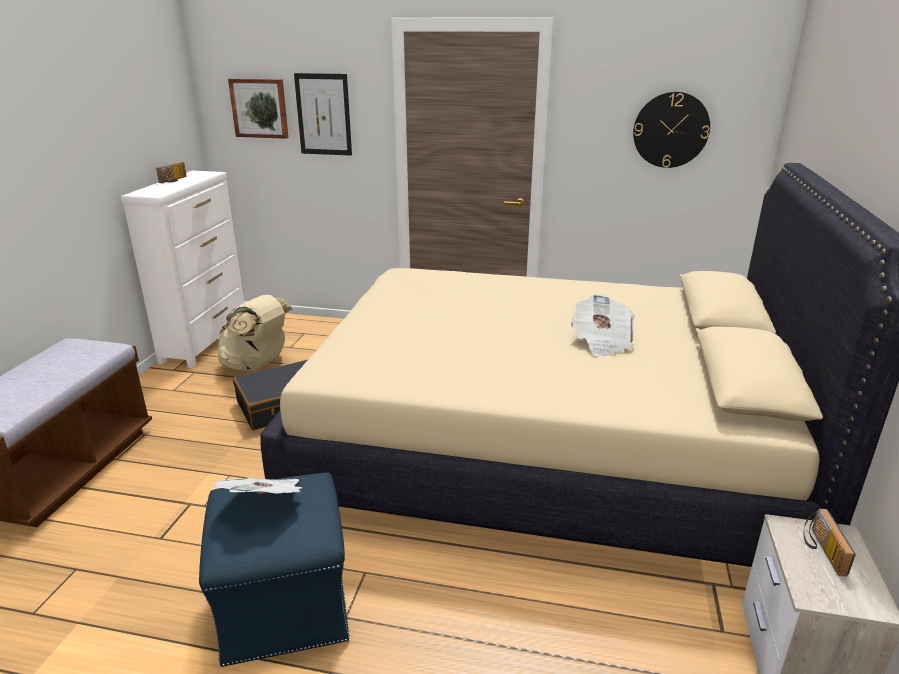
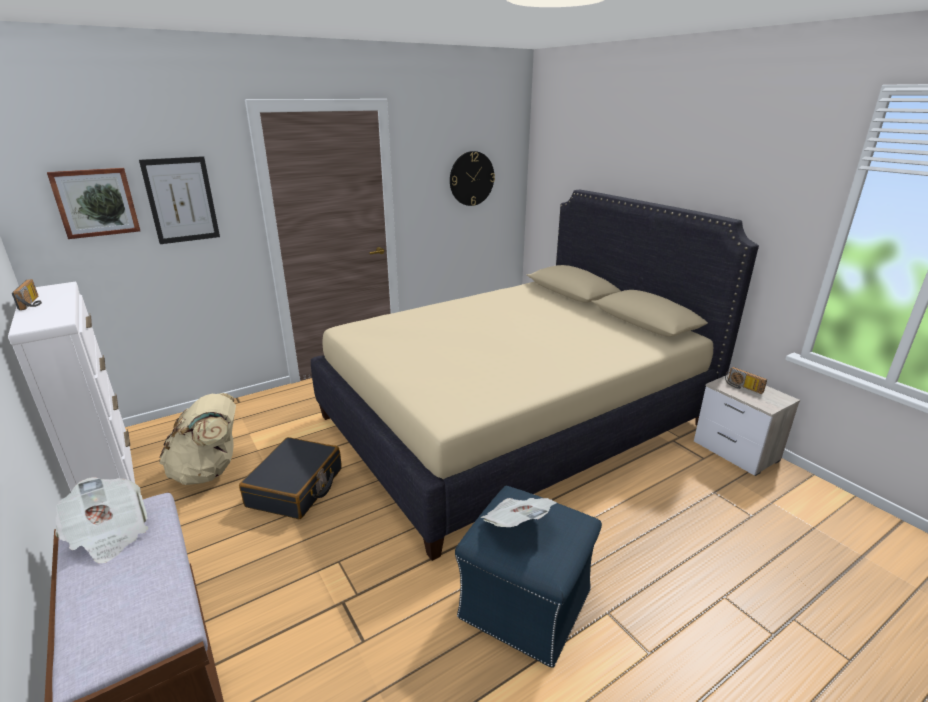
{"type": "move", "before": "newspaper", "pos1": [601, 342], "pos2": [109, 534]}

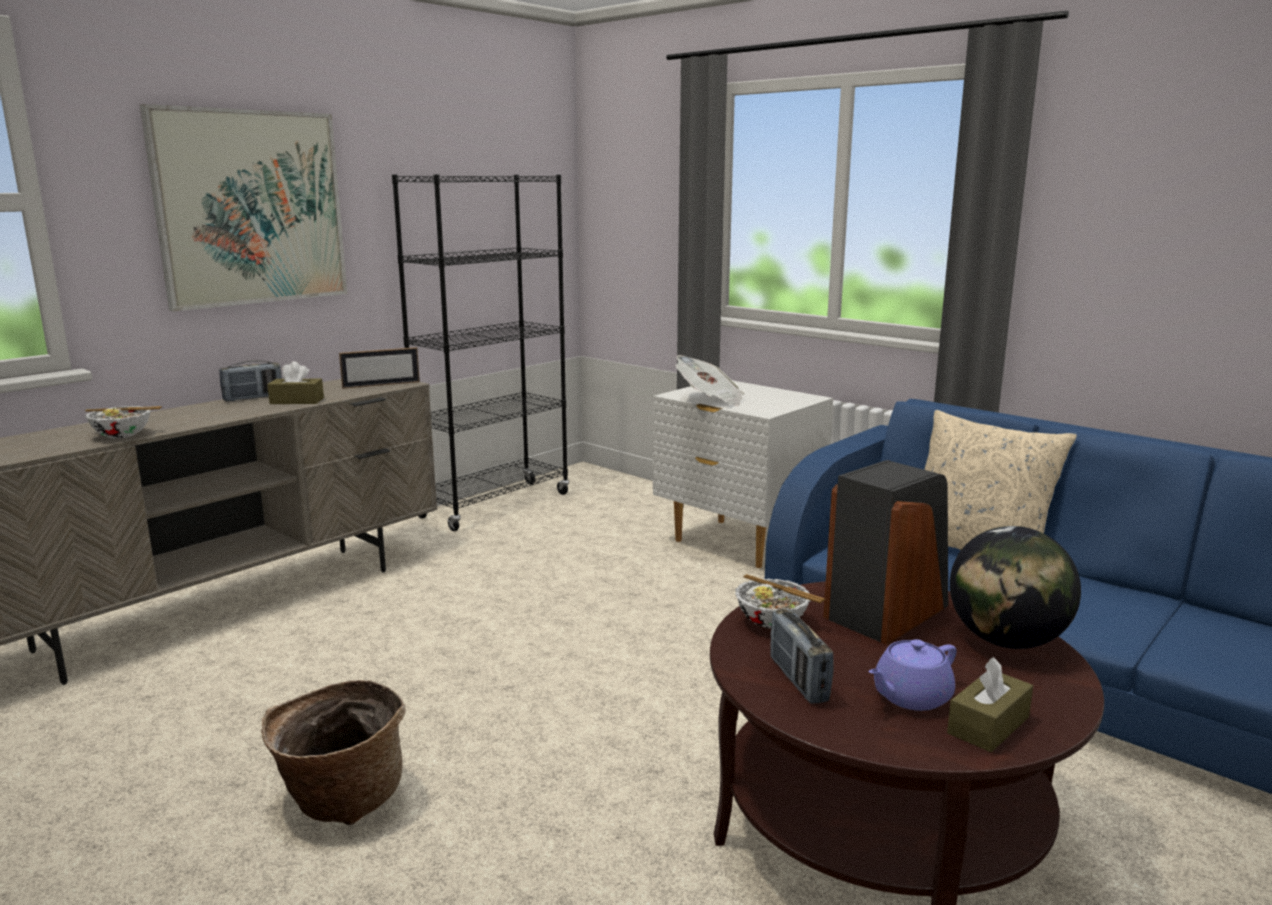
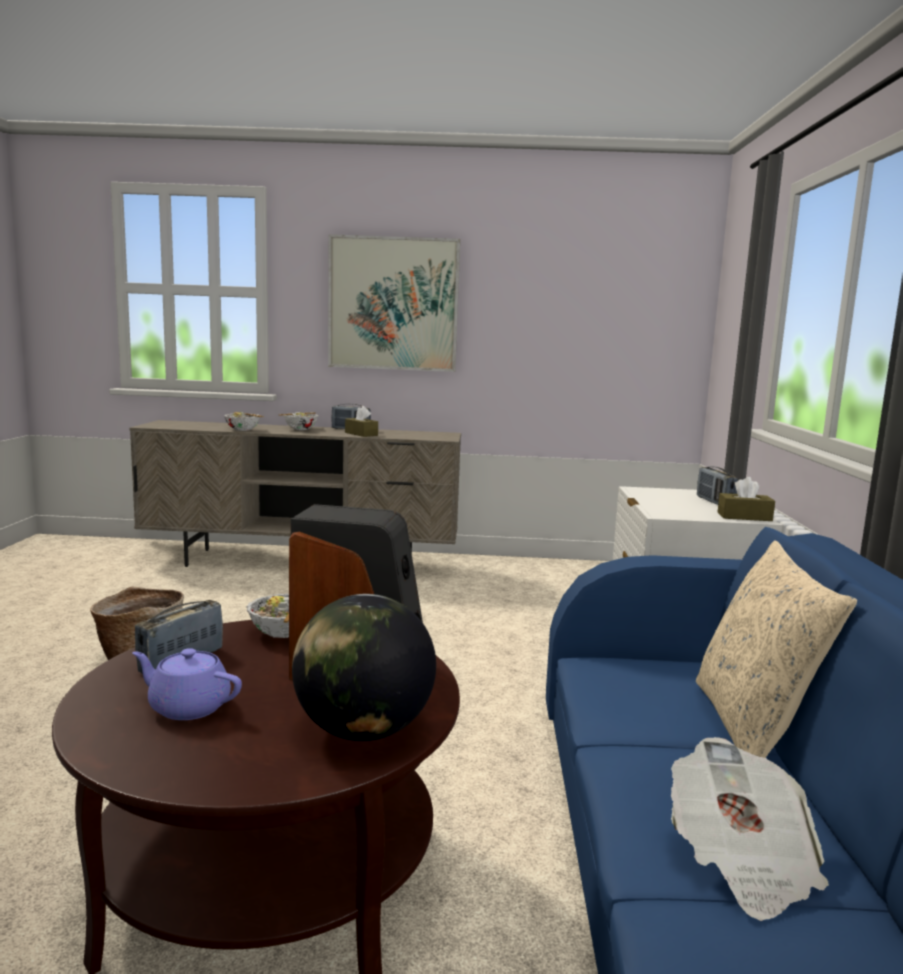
{"type": "delete", "before": "picture frame", "pos1": [381, 385]}
{"type": "delete", "before": "black bookcase", "pos1": [494, 505]}
{"type": "insert", "after": "bowl", "pos2": [300, 429]}
{"type": "insert", "after": "radio", "pos2": [714, 502]}
{"type": "move", "before": "newspaper", "pos1": [710, 400], "pos2": [741, 861]}
{"type": "move", "before": "brown tissue box", "pos1": [988, 725], "pos2": [744, 517]}

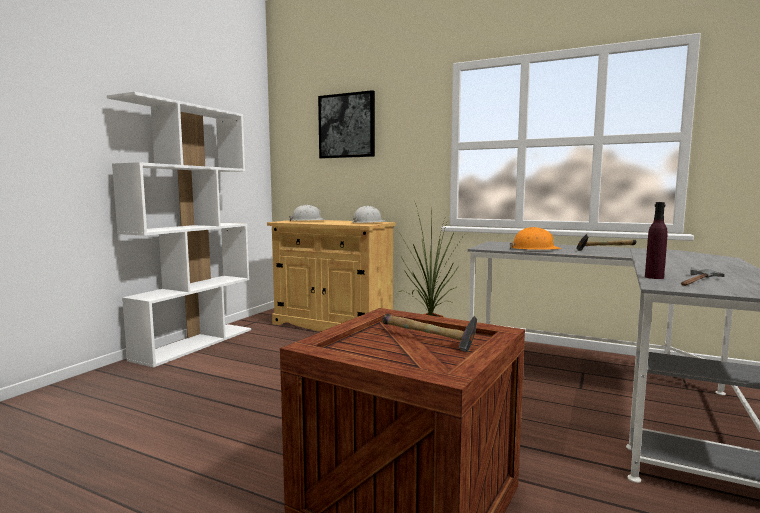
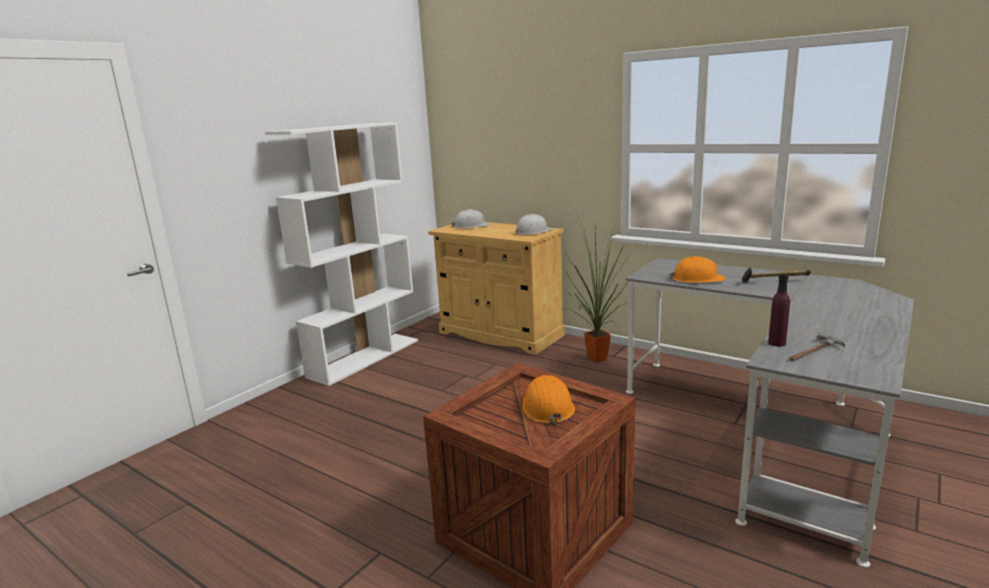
{"type": "delete", "before": "picture", "pos1": [347, 126]}
{"type": "replace", "before": "hammer", "after": "orange hard hat", "pos1": [428, 340], "pos2": [547, 407]}

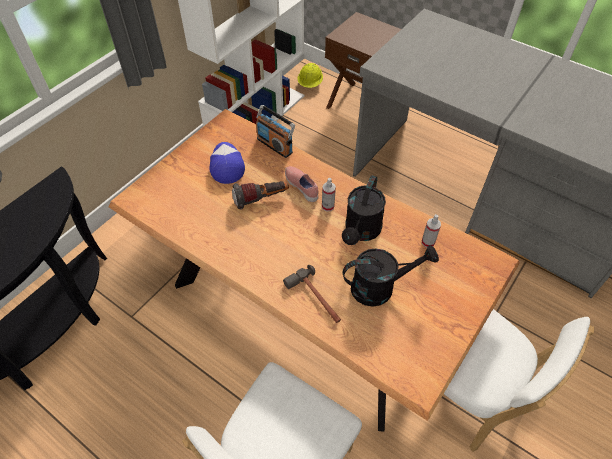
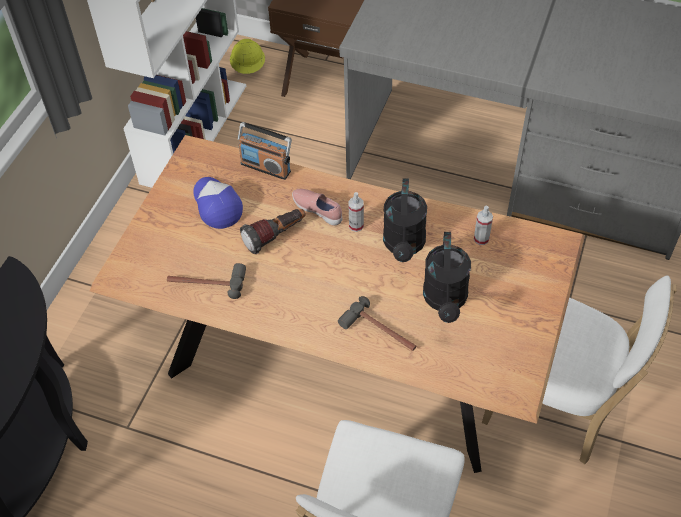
{"type": "insert", "after": "hammer", "pos2": [206, 283]}
{"type": "rotate", "before": "black watering can", "pos1": [380, 287], "pos2": [445, 301], "turn": 120}

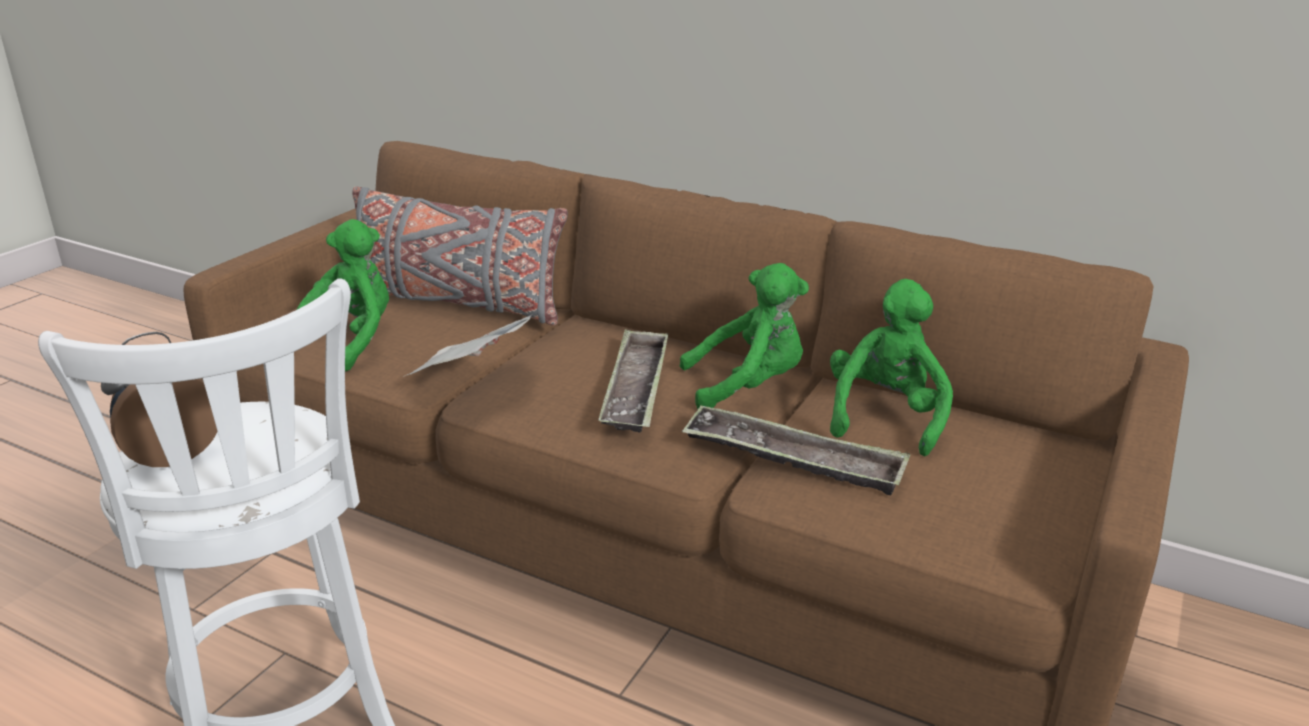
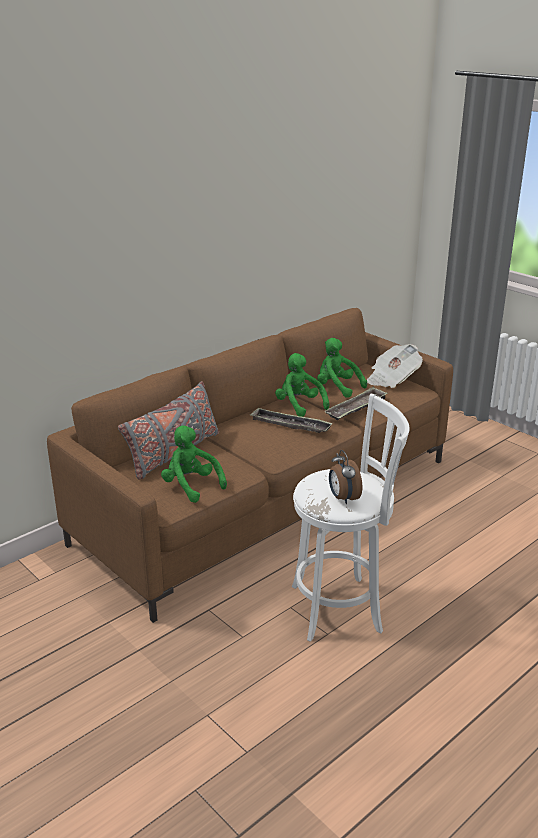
{"type": "move", "before": "newspaper", "pos1": [472, 377], "pos2": [392, 379]}
{"type": "rotate", "before": "green plush toy", "pos1": [748, 386], "pos2": [299, 405], "turn": -45}

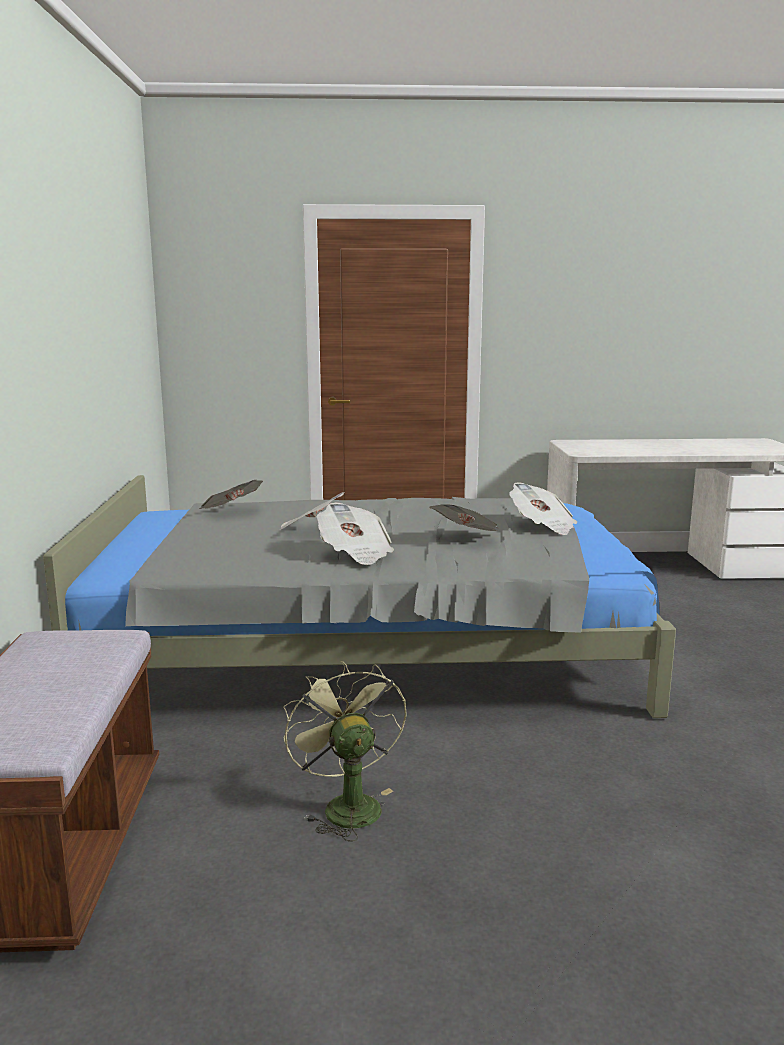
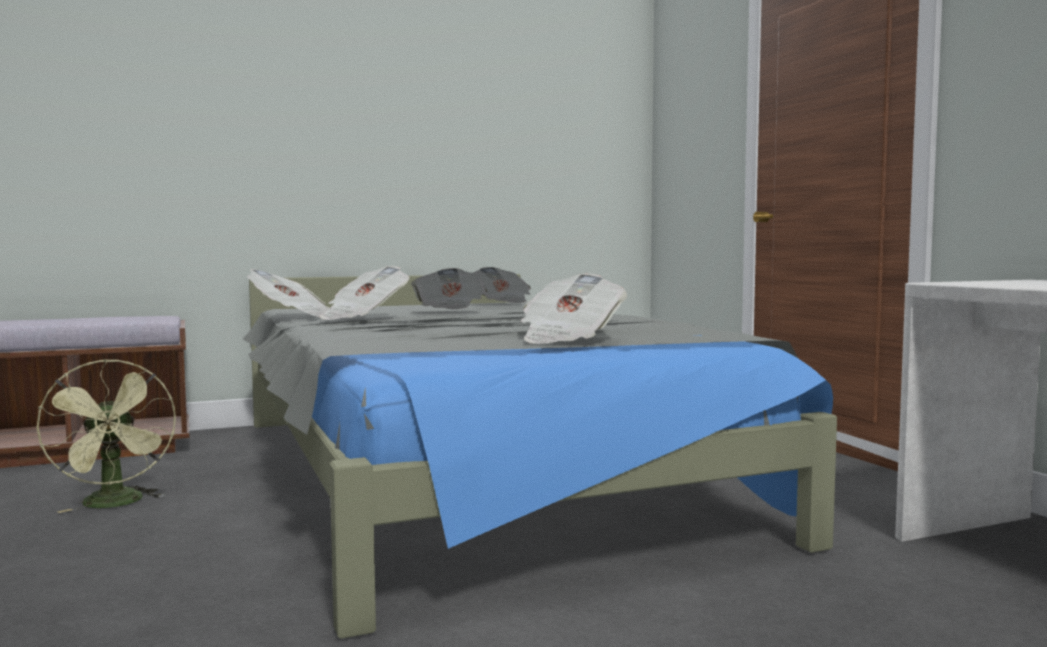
{"type": "move", "before": "newspaper", "pos1": [466, 537], "pos2": [292, 316]}
{"type": "rotate", "before": "green fan", "pos1": [346, 805], "pos2": [115, 504], "turn": 105}

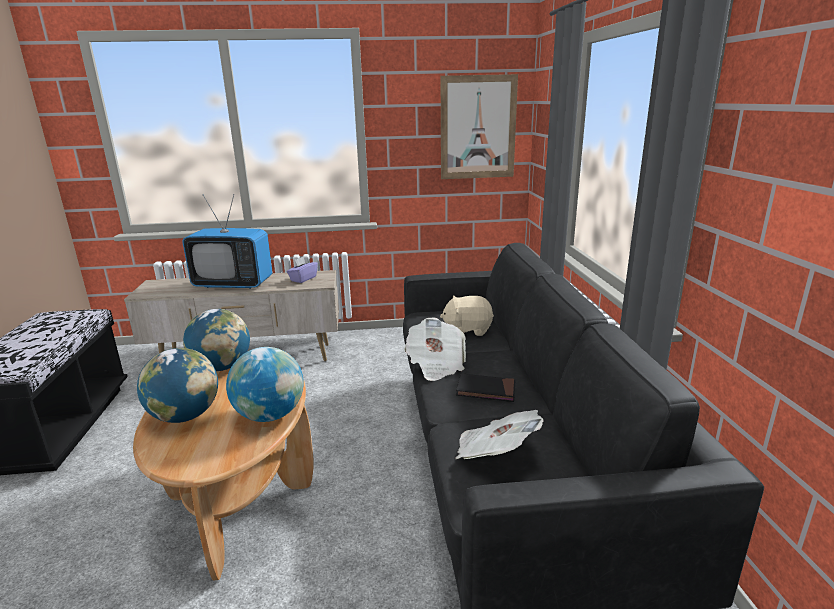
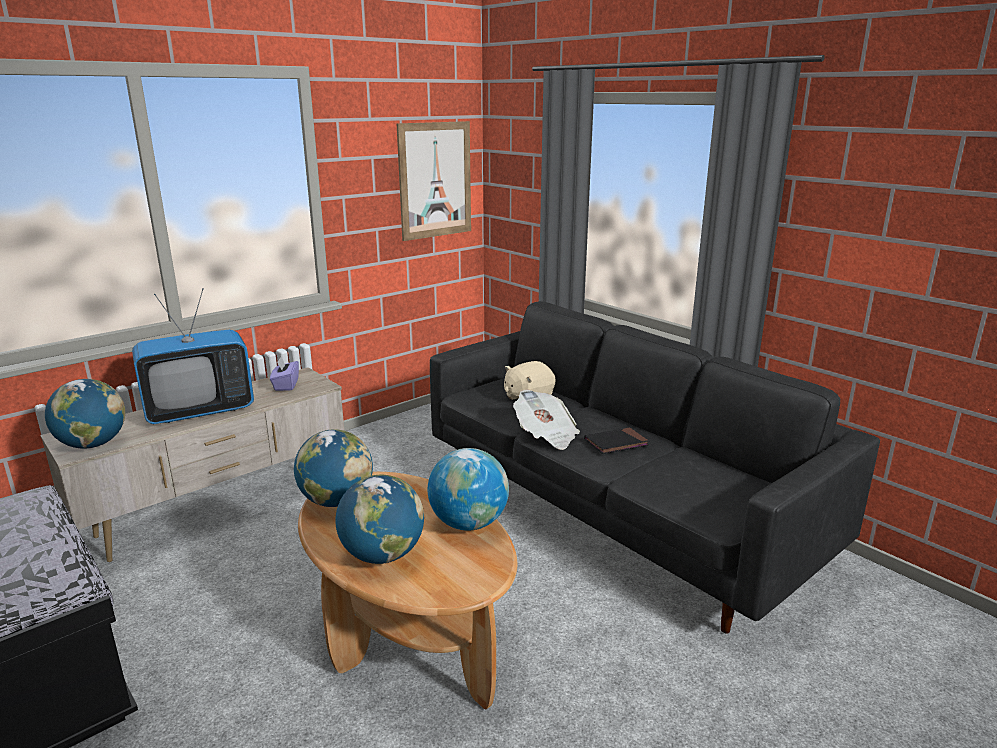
{"type": "delete", "before": "newspaper", "pos1": [495, 453]}
{"type": "insert", "after": "globe", "pos2": [93, 444]}

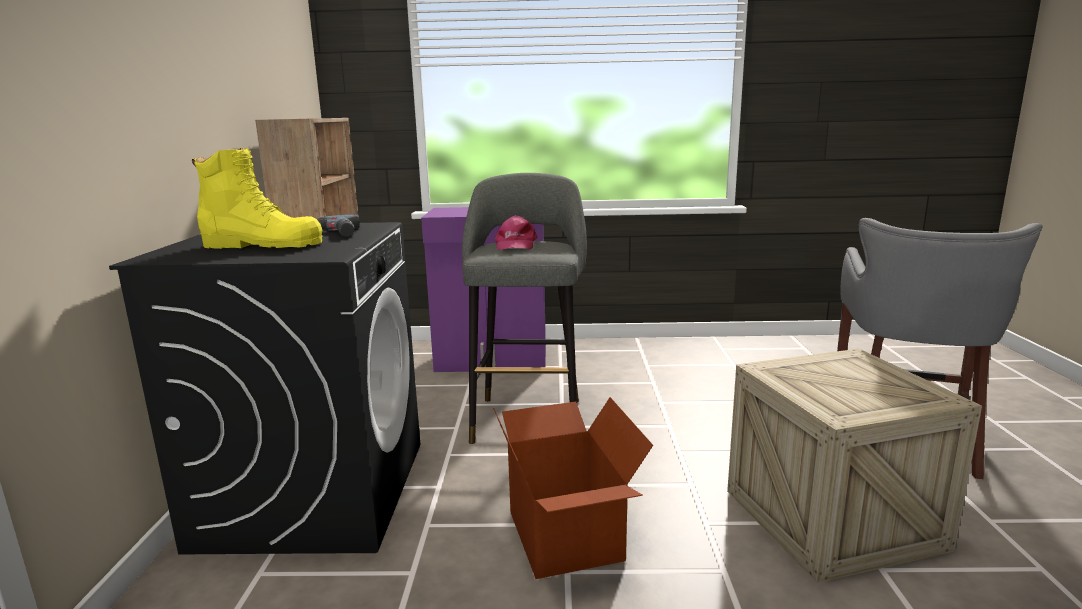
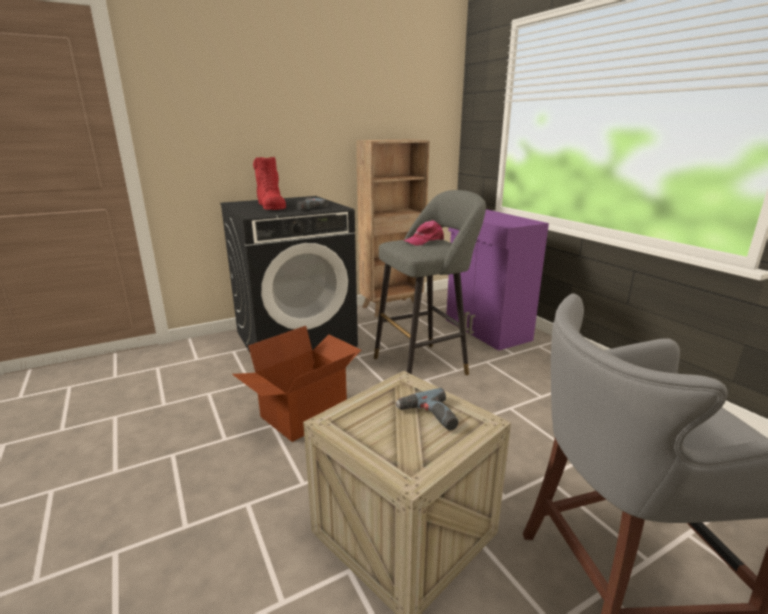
{"type": "insert", "after": "power drill", "pos2": [428, 417]}
{"type": "recolor", "before": "yellow boot", "after": "red boot", "pos1": [263, 245], "pos2": [271, 206]}

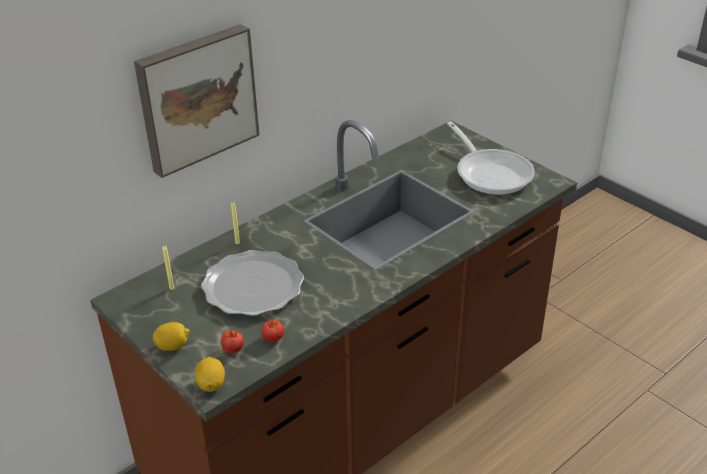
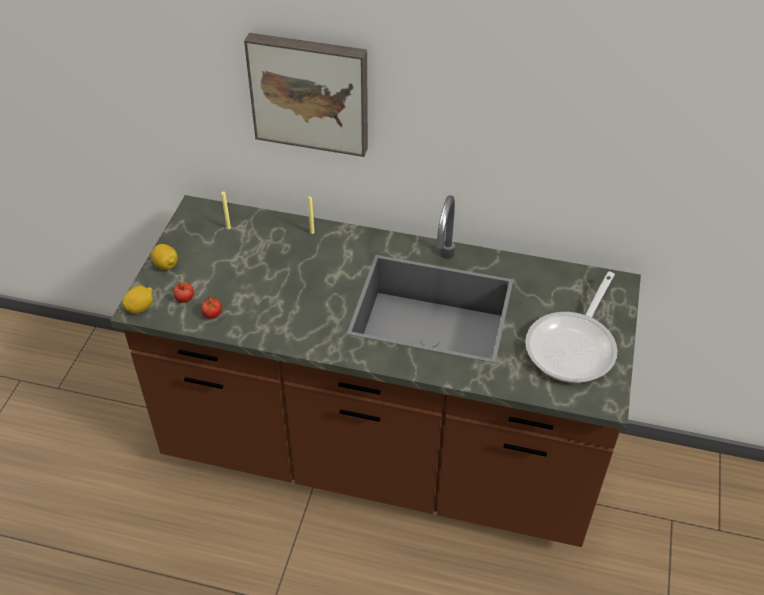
{"type": "delete", "before": "plate", "pos1": [253, 287]}

